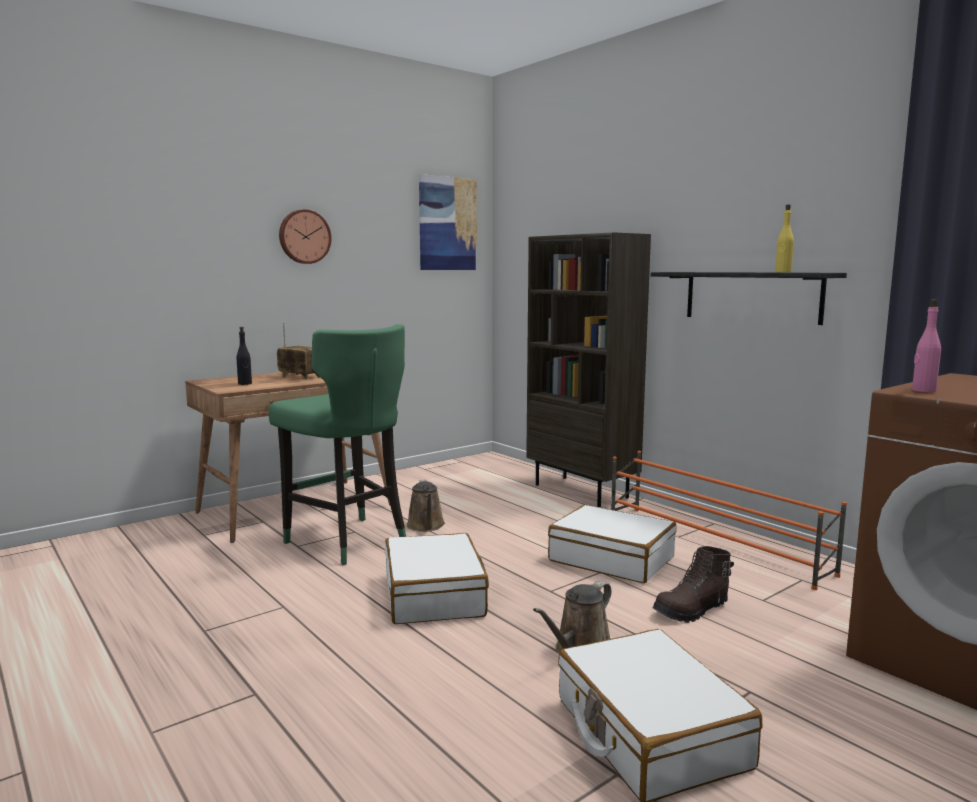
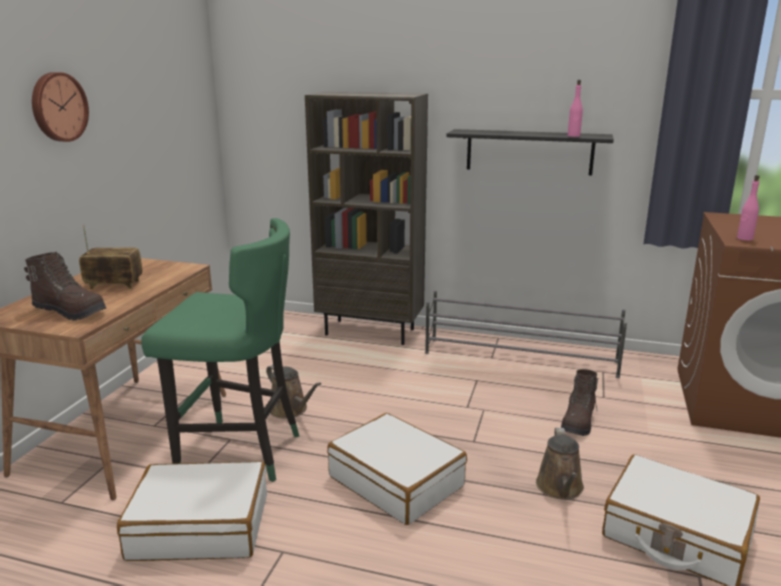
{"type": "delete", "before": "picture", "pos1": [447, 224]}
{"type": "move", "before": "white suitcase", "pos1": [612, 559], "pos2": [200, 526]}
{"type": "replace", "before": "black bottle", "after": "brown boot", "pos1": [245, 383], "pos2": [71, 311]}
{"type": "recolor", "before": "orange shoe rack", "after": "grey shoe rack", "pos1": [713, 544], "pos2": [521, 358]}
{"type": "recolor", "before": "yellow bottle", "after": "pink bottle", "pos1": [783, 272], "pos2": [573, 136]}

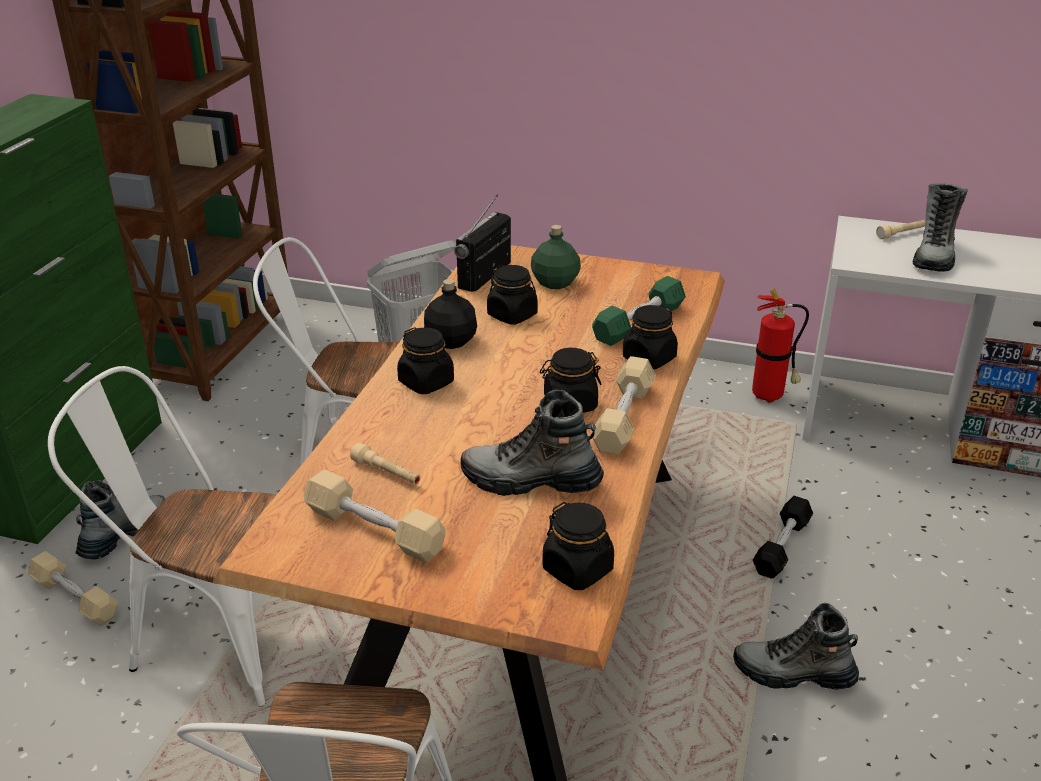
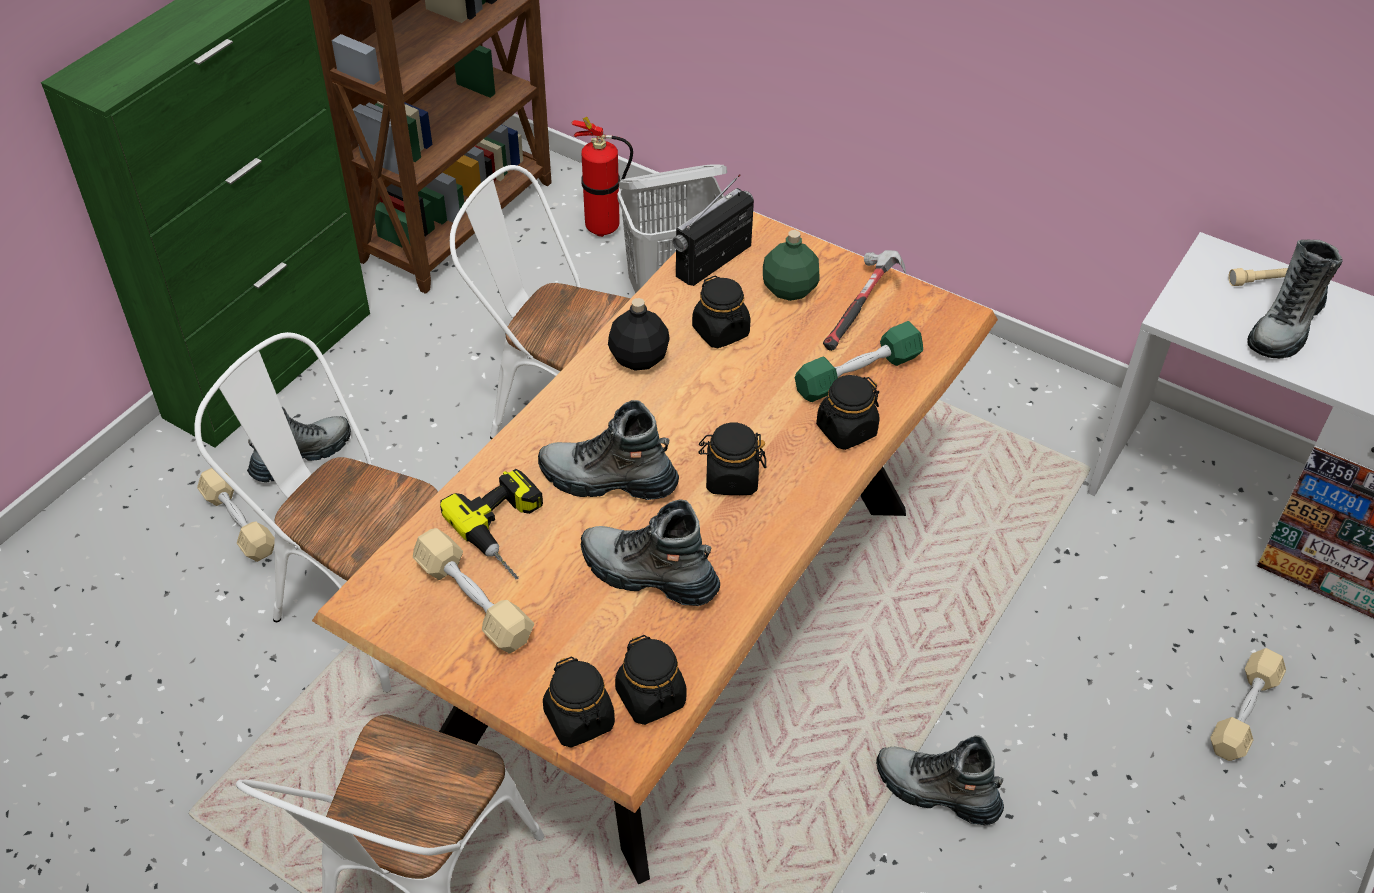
{"type": "delete", "before": "black dumbbell", "pos1": [781, 547]}
{"type": "insert", "after": "boot", "pos2": [607, 480]}
{"type": "insert", "after": "hammer", "pos2": [861, 308]}
{"type": "move", "before": "black jar", "pos1": [426, 382], "pos2": [579, 720]}
{"type": "move", "before": "beige dumbbell", "pos1": [623, 418], "pos2": [1243, 712]}
{"type": "move", "before": "fire extinguisher", "pos1": [771, 396], "pos2": [606, 229]}
{"type": "replace", "before": "beige flashlight", "after": "power drill", "pos1": [387, 473], "pos2": [509, 531]}

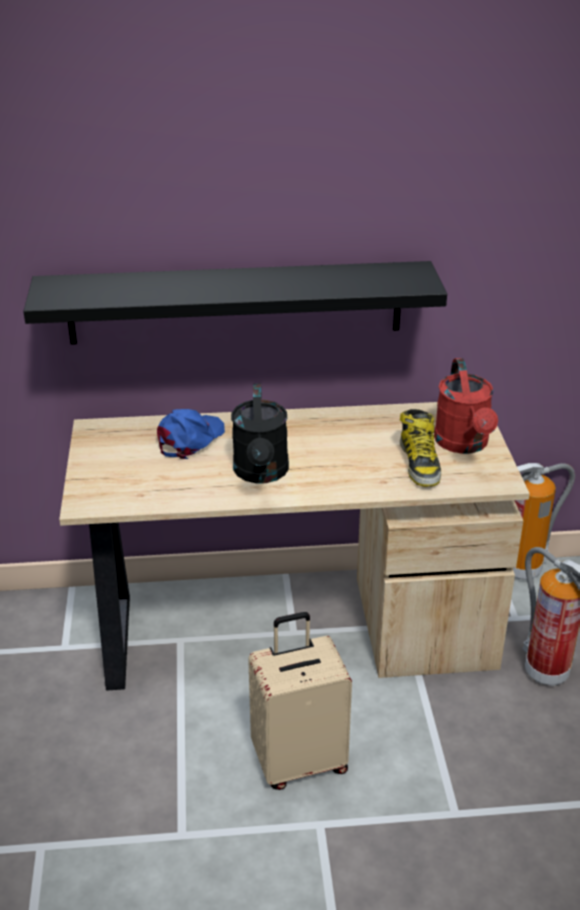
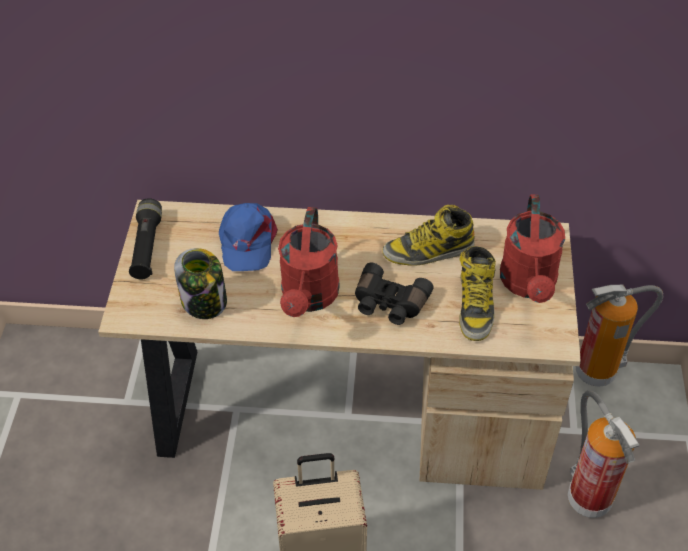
{"type": "delete", "before": "black shelf", "pos1": [235, 302]}
{"type": "insert", "after": "black flashlight", "pos2": [146, 247]}
{"type": "insert", "after": "jar", "pos2": [204, 302]}
{"type": "insert", "after": "black binoculars", "pos2": [389, 304]}
{"type": "insert", "after": "boot", "pos2": [428, 251]}
{"type": "recolor", "before": "black watering can", "after": "red watering can", "pos1": [261, 473], "pos2": [309, 298]}
{"type": "rotate", "before": "blue cap", "pos1": [190, 439], "pos2": [247, 241], "turn": 135}

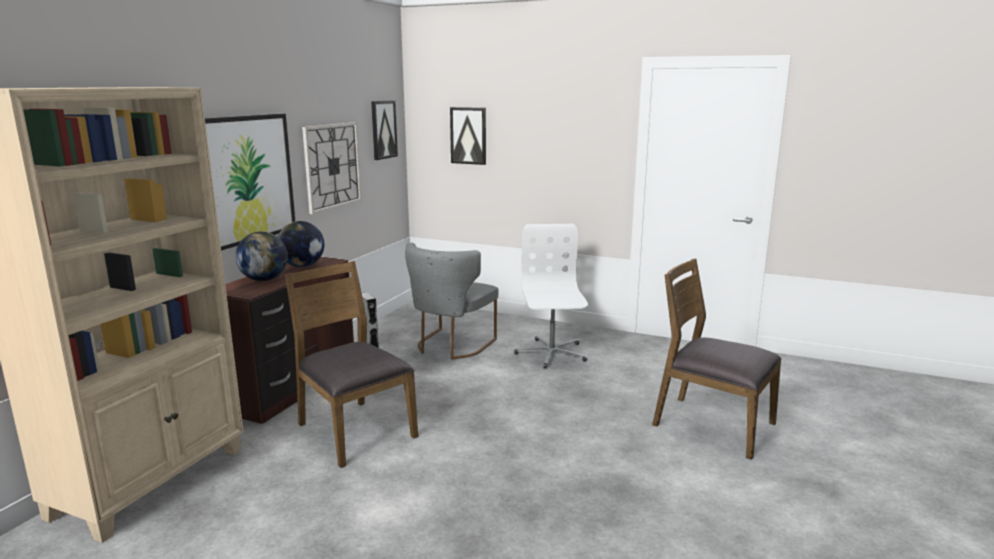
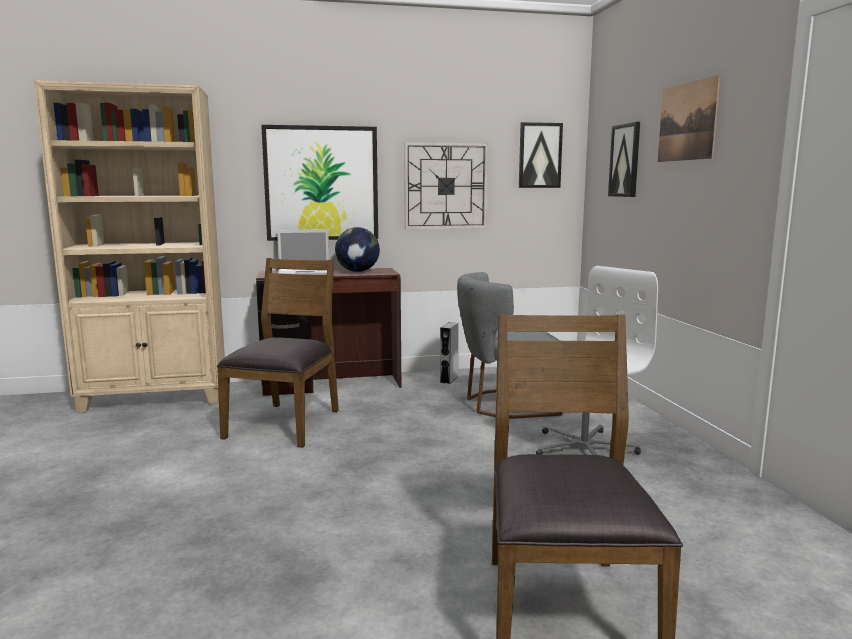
{"type": "insert", "after": "picture", "pos2": [687, 122]}
{"type": "replace", "before": "globe", "after": "laptop", "pos1": [264, 280], "pos2": [306, 272]}

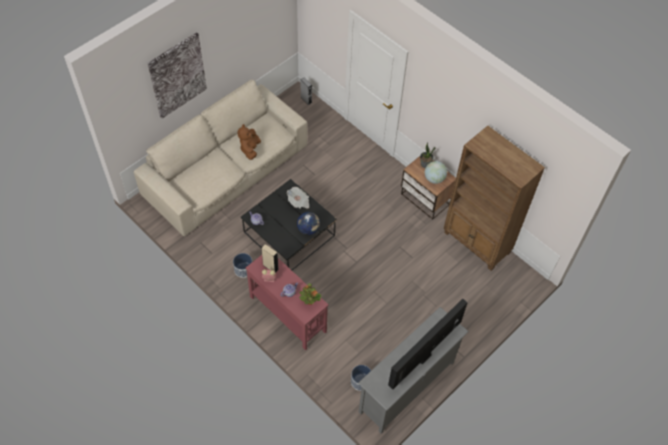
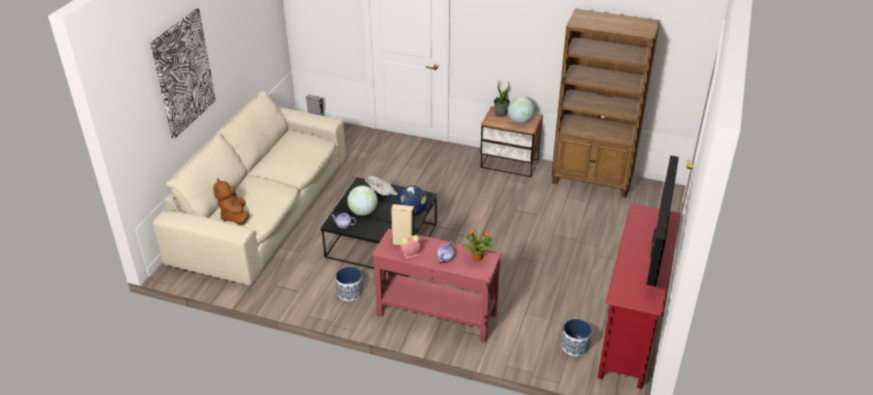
{"type": "insert", "after": "globe", "pos2": [363, 212]}
{"type": "move", "before": "brown plush toy", "pos1": [250, 149], "pos2": [235, 216]}
{"type": "recolor", "before": "grey tv stand", "after": "red tv stand", "pos1": [407, 387], "pos2": [631, 331]}

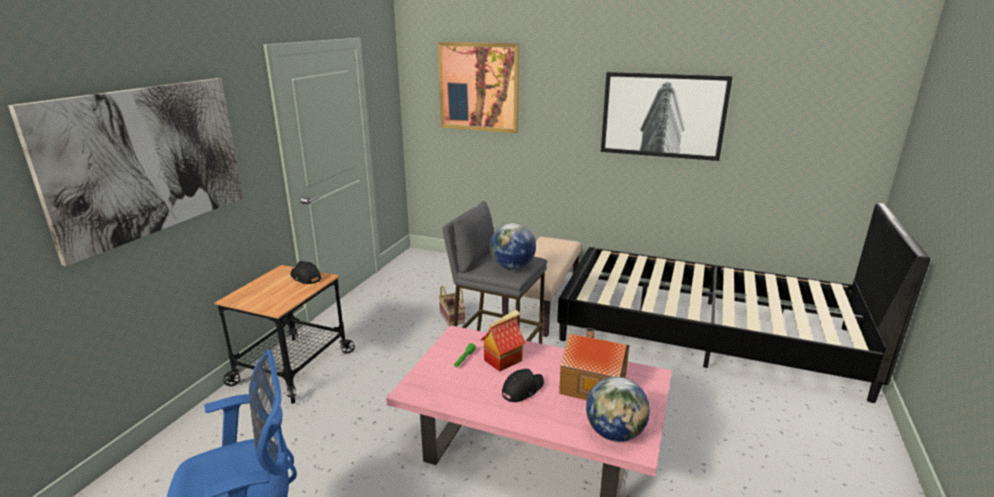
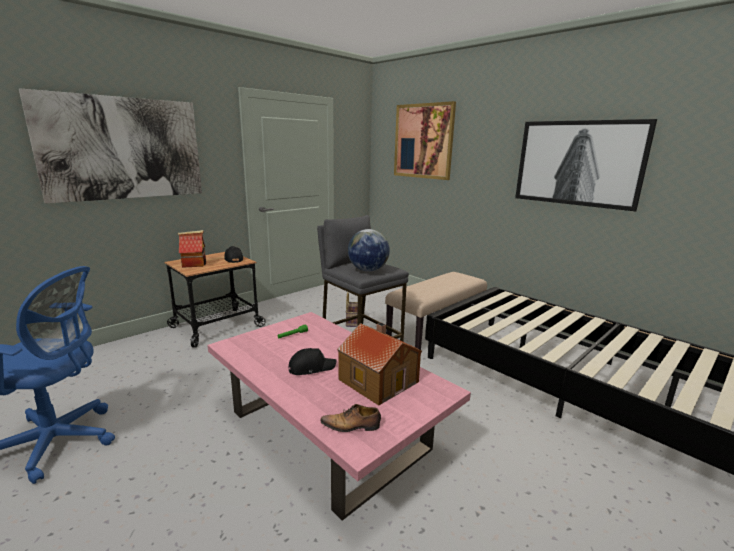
{"type": "move", "before": "toy house", "pos1": [503, 360], "pos2": [194, 264]}
{"type": "replace", "before": "globe", "after": "shoe", "pos1": [615, 433], "pos2": [352, 426]}

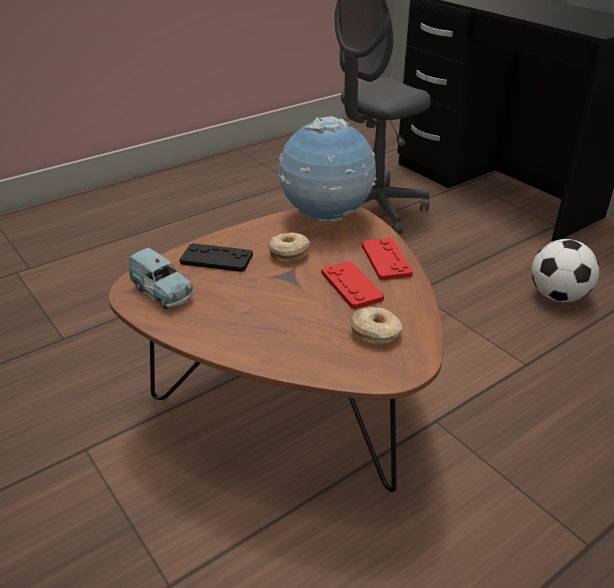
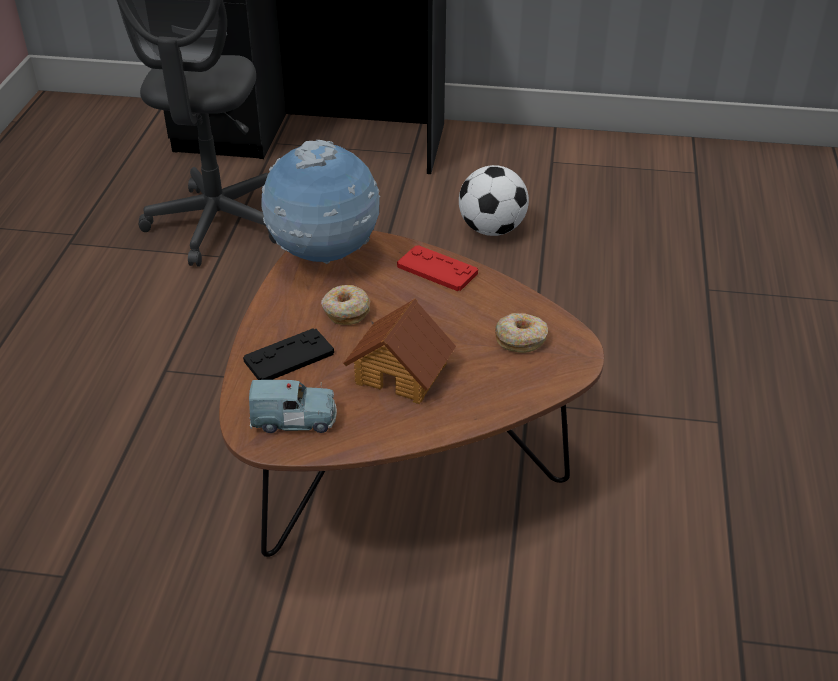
{"type": "delete", "before": "red game controller", "pos1": [351, 286]}
{"type": "insert", "after": "toy house", "pos2": [402, 372]}

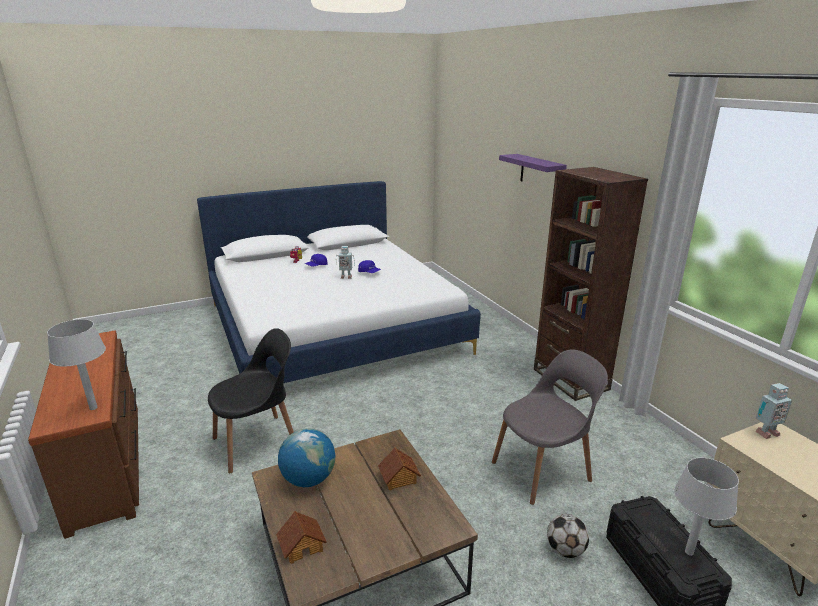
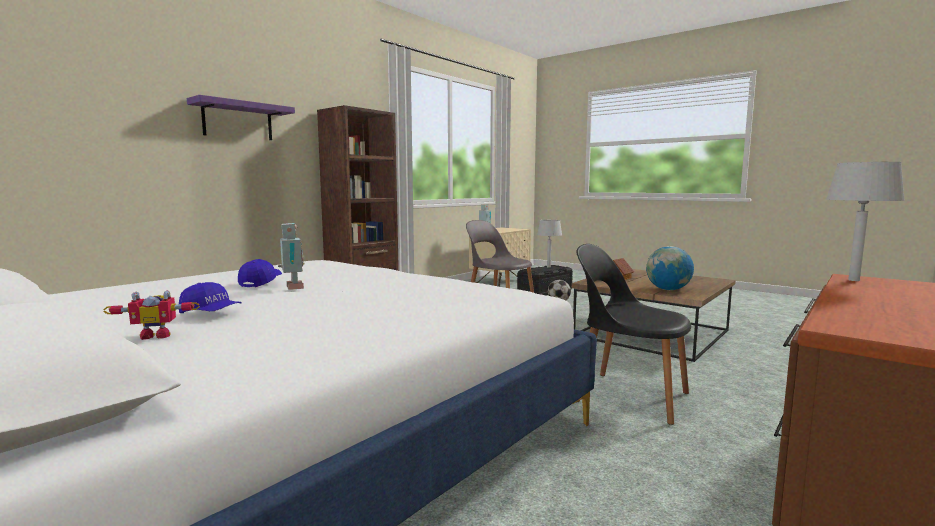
{"type": "delete", "before": "toy house", "pos1": [302, 545]}

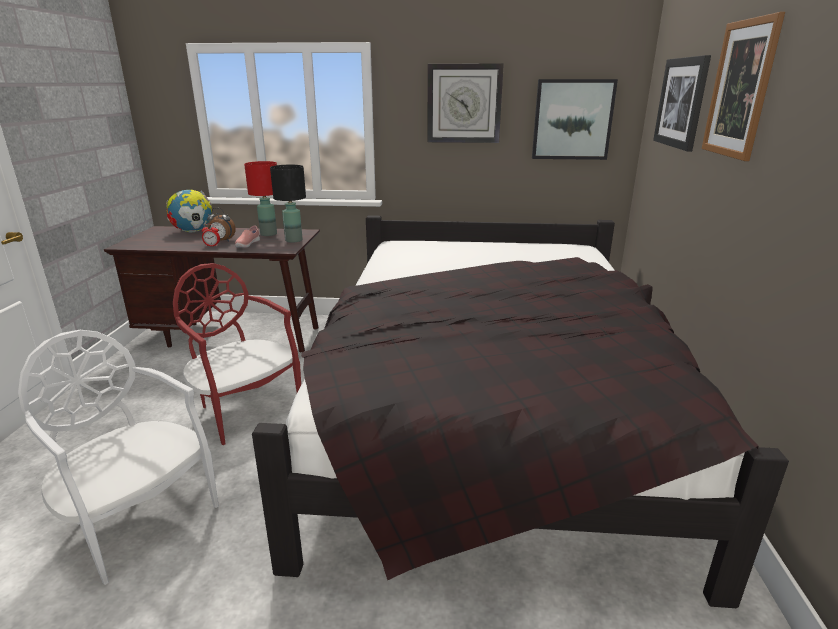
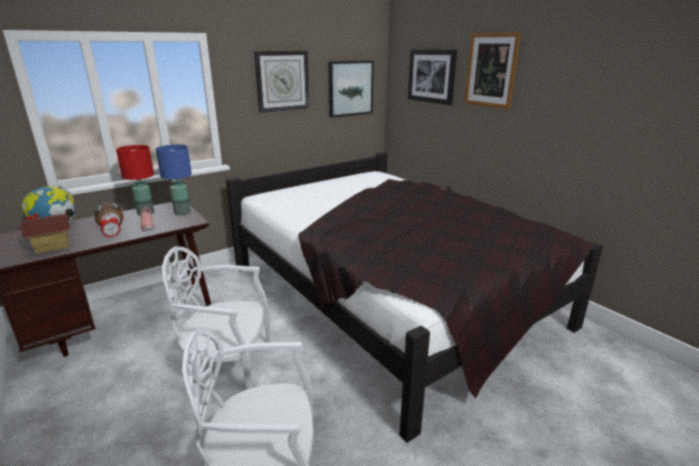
{"type": "insert", "after": "toy house", "pos2": [53, 246]}
{"type": "recolor", "before": "red chair", "after": "white chair", "pos1": [245, 409], "pos2": [228, 366]}
{"type": "recolor", "before": "black table lamp", "after": "blue table lamp", "pos1": [293, 240], "pos2": [182, 213]}

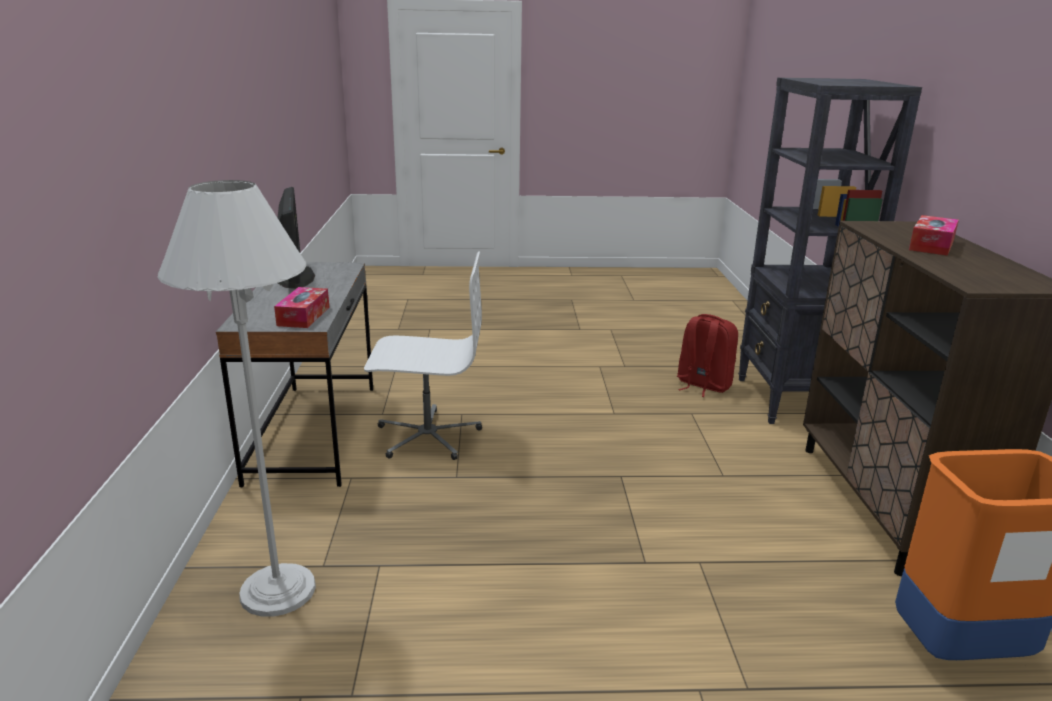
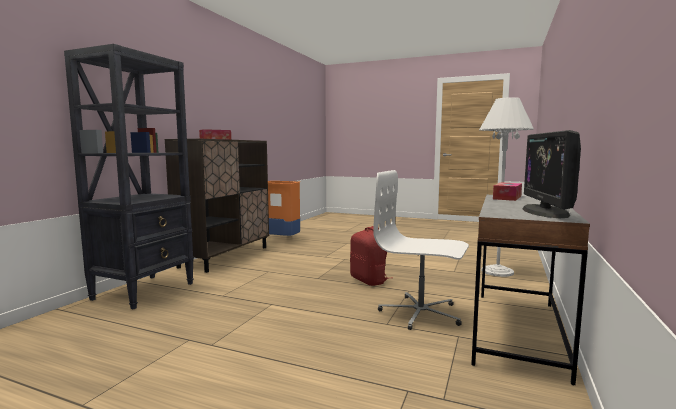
{"type": "move", "before": "red backpack", "pos1": [703, 385], "pos2": [369, 280]}

